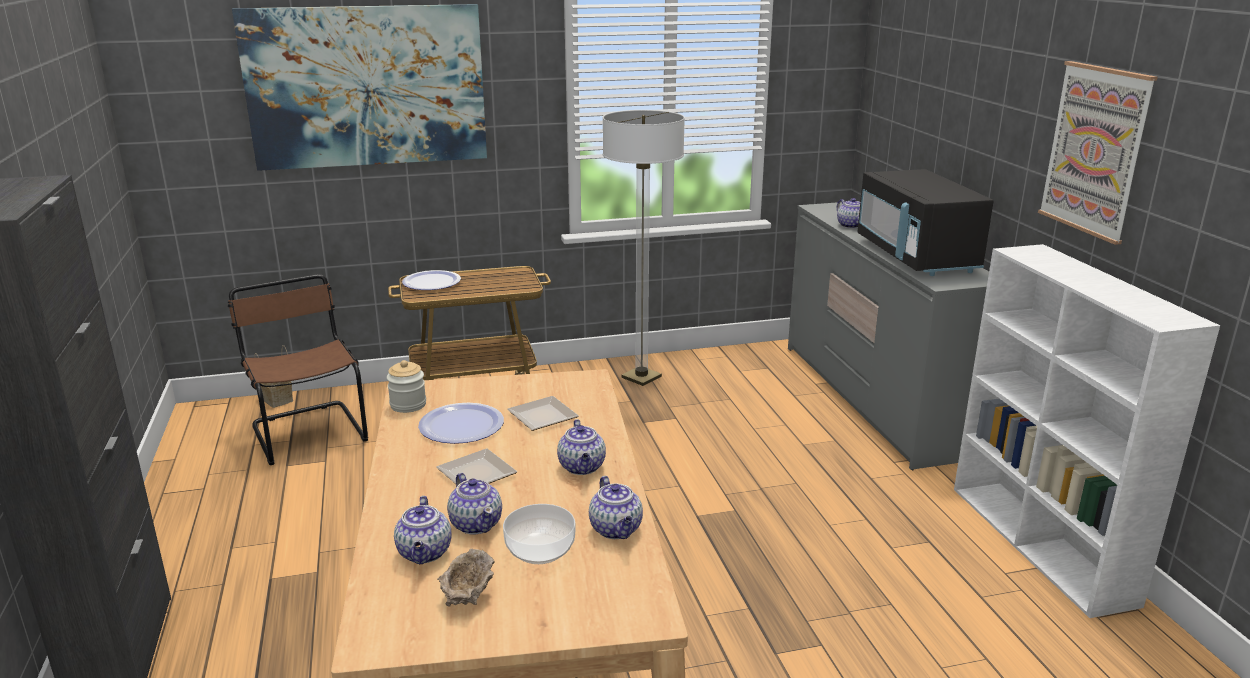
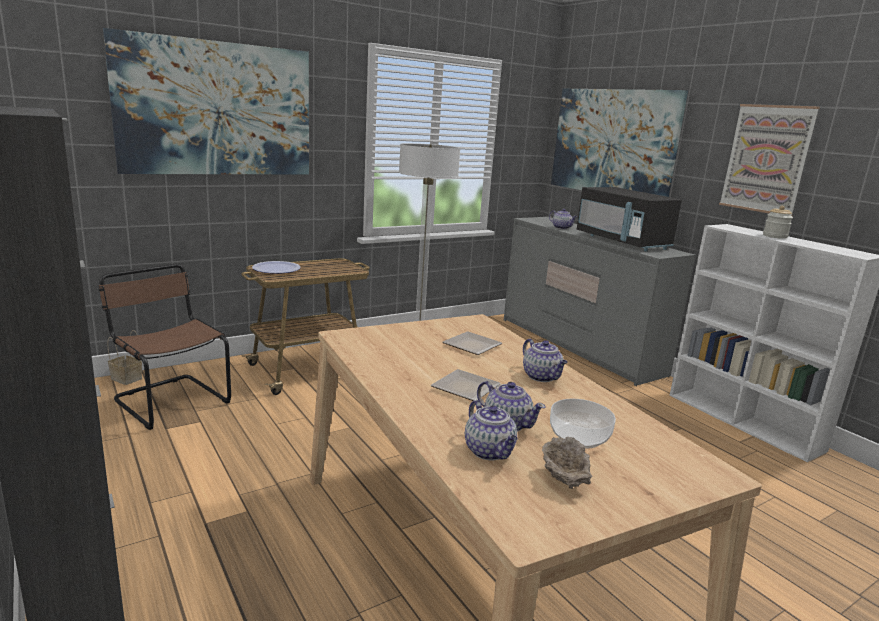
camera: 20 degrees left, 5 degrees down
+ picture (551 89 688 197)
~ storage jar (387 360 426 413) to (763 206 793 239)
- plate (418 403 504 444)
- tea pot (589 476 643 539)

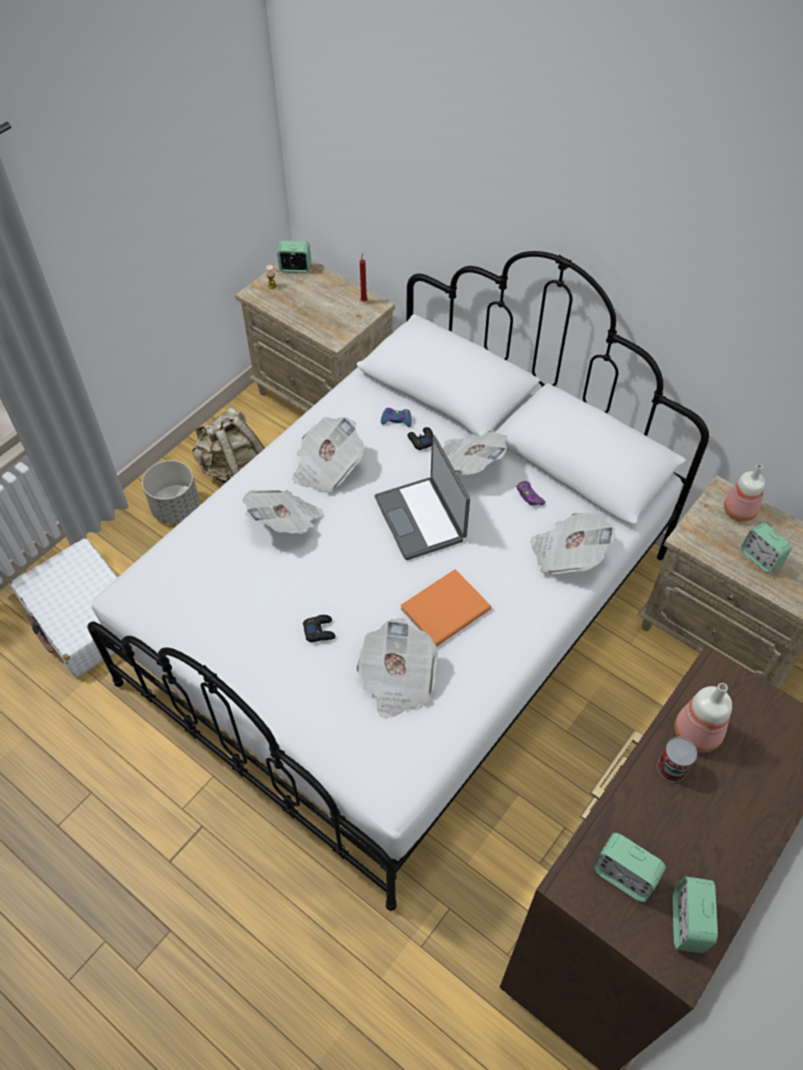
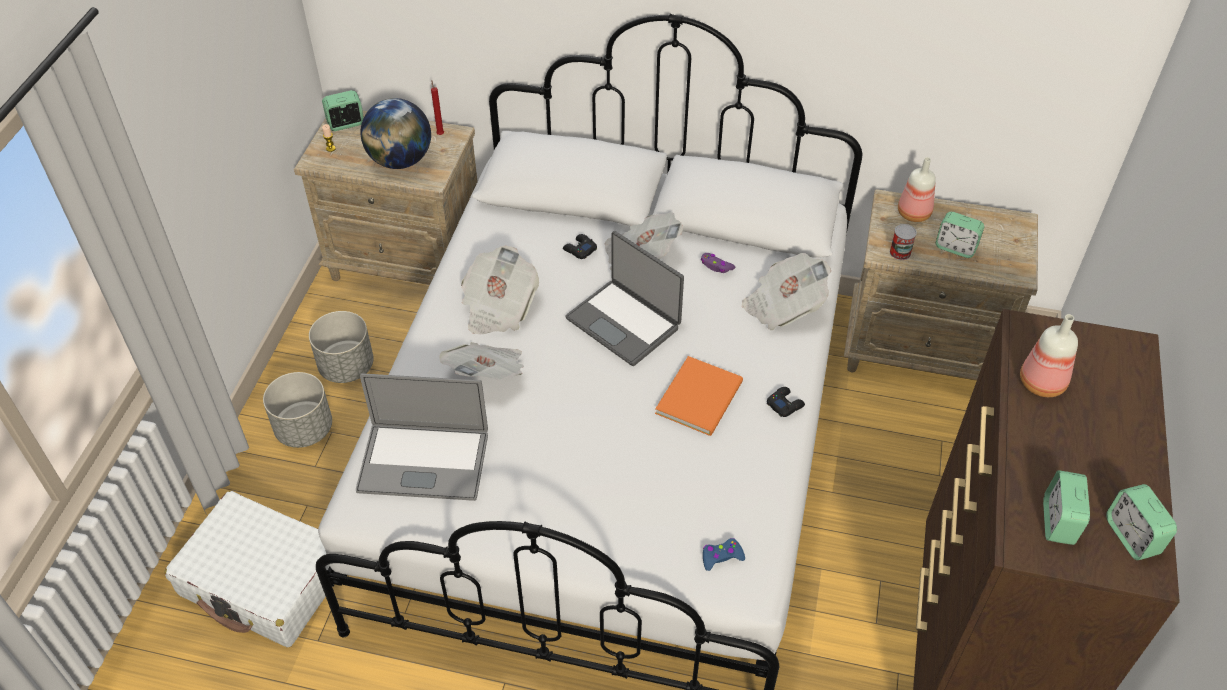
camera: 25 degrees left, 5 degrees down
~ rucksack (beige) (192 408 265 483) to plant pot (greyish) (309 311 374 383)
+ laptop (356 373 488 501)
+ globe (361 98 431 169)
~ game controller (bluish) (381 408 412 427) to (703 538 745 571)
~ game controller (black-coloured) (303 615 336 642) to (767 387 805 417)
~ can (657 737 697 782) to (890 224 917 260)
~ table clock (593 833 666 903) = (1043 470 1090 545) 90 degrees clockwise
- printed paper (356 618 438 719)

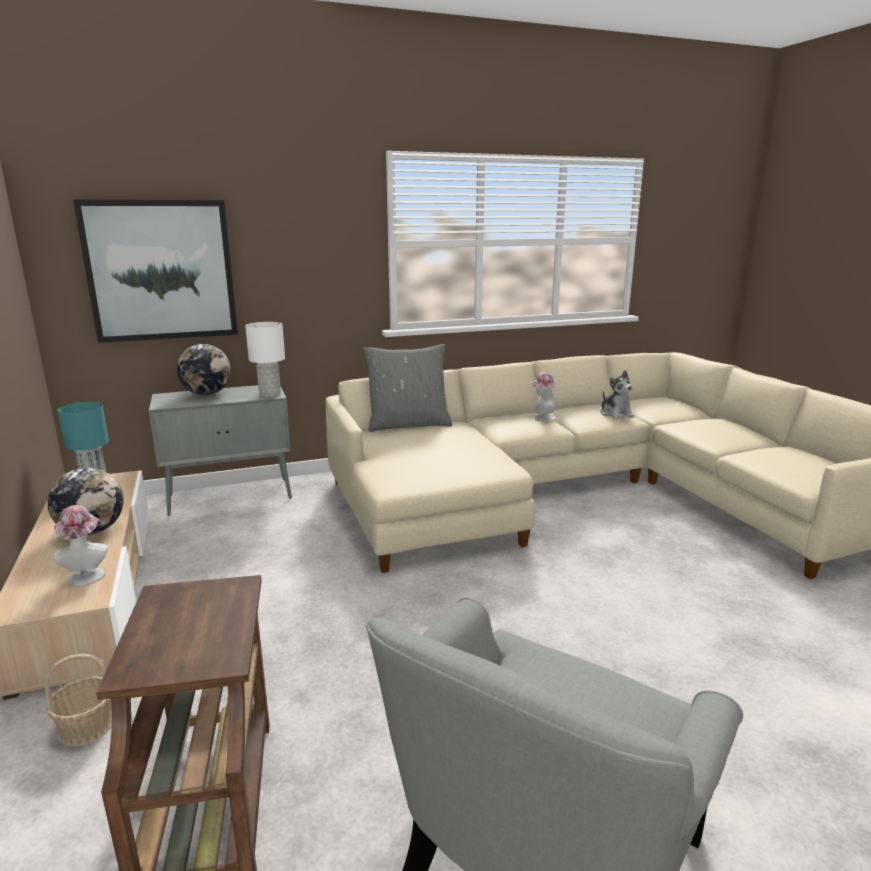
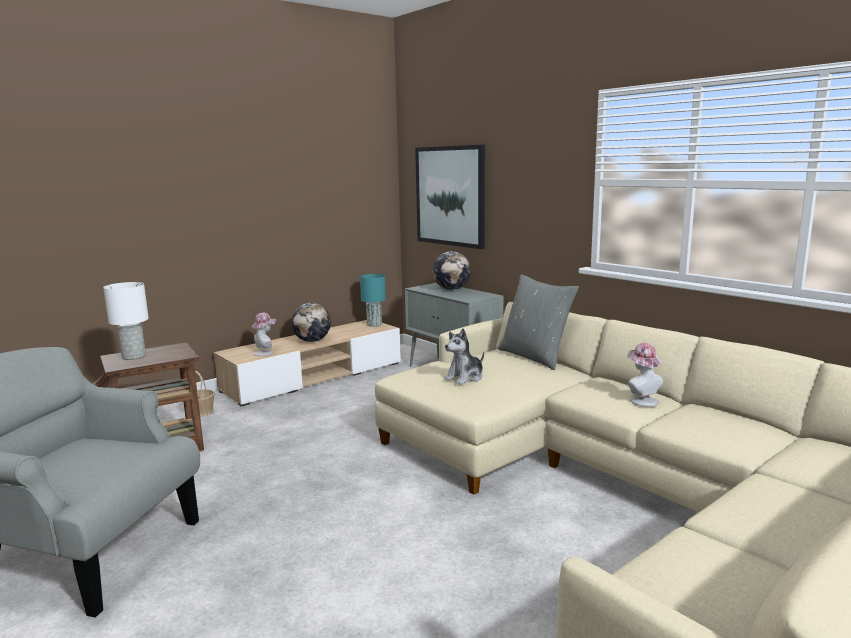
camera: 70 degrees right, 5 degrees down
~ table lamp (white) (245 322 285 397) to (103 282 149 360)
~ soft toy (601 370 634 420) to (444 328 484 385)

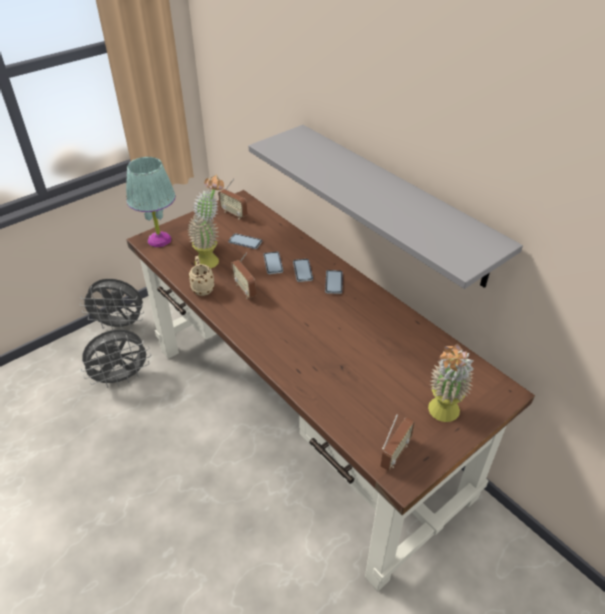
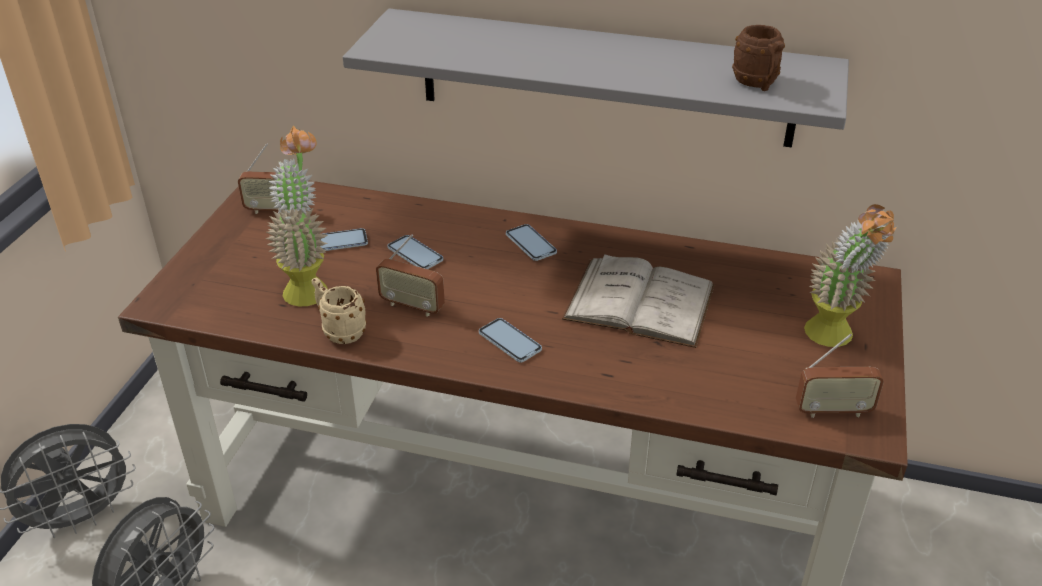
camera: 35 degrees left, 5 degrees down
~ handset (293 259 313 282) to (479 318 542 363)
+ volume (white) (562 255 715 348)
+ mug (brown) (732 25 785 91)
~ radio set (381 414 415 471) = (796 334 884 418) 90 degrees clockwise
- table lamp (turquoise-coloured) (126 157 176 247)

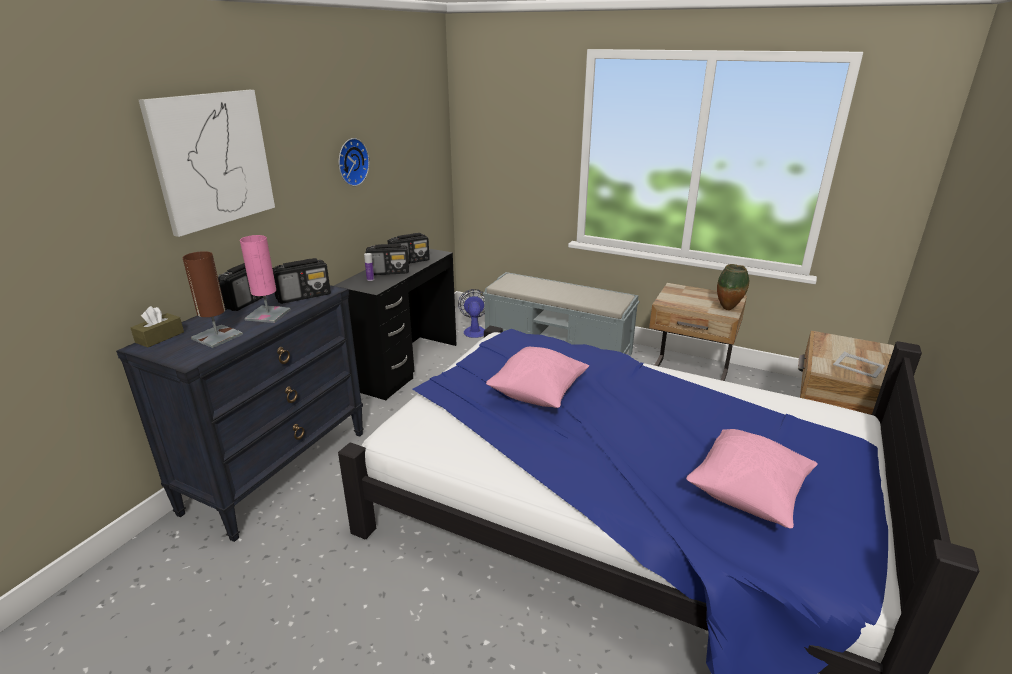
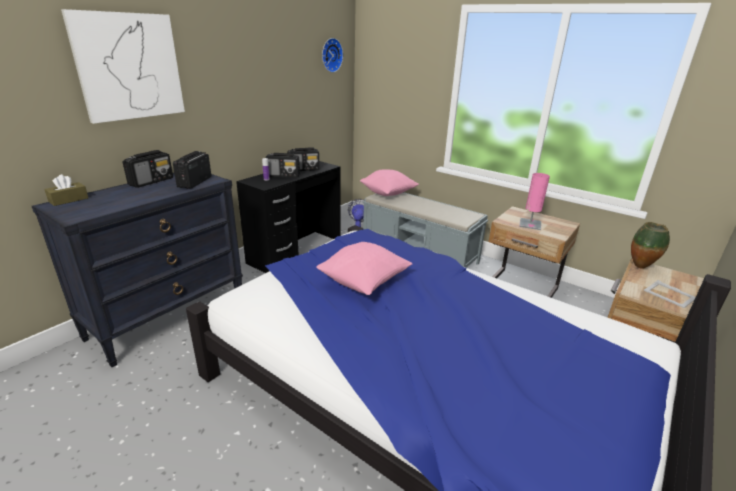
camera: 10 degrees right, 0 degrees up
~ radio set (272 258 331 304) = (173 151 211 189) 120 degrees clockwise
~ clock on the wall (339 138 369 186) to (322 38 343 73)
~ cushion (pinkish) (686 429 818 529) to (360 169 419 196)
~ table lamp (pinkish) (240 235 291 323) to (519 173 550 230)
~ flower vase (717 264 749 310) to (631 222 670 269)
- table lamp (brown) (183 251 243 348)

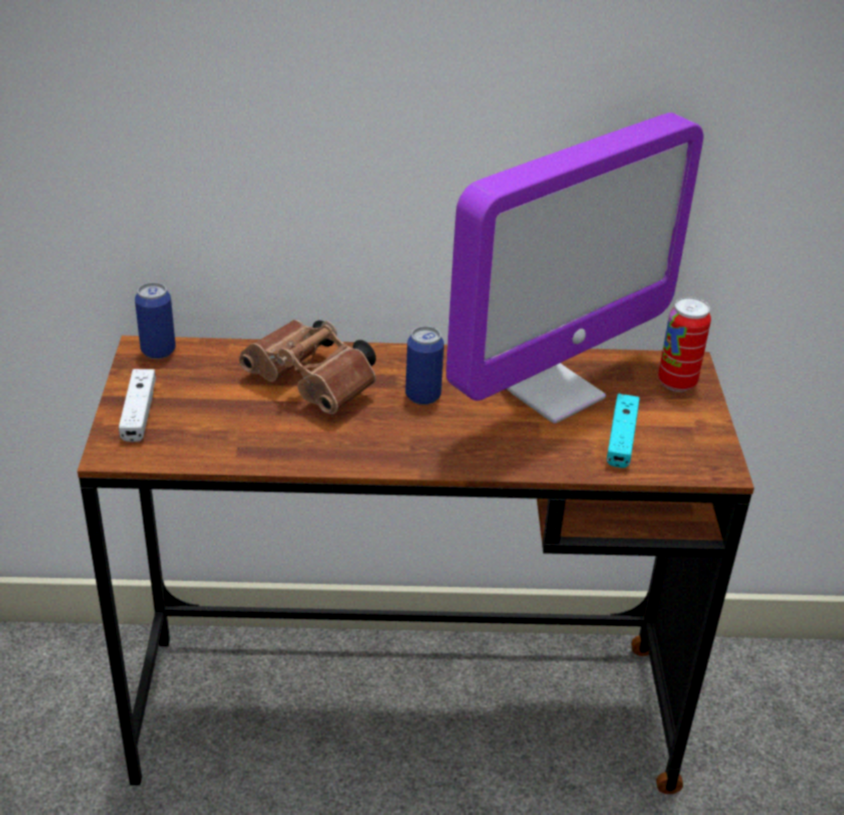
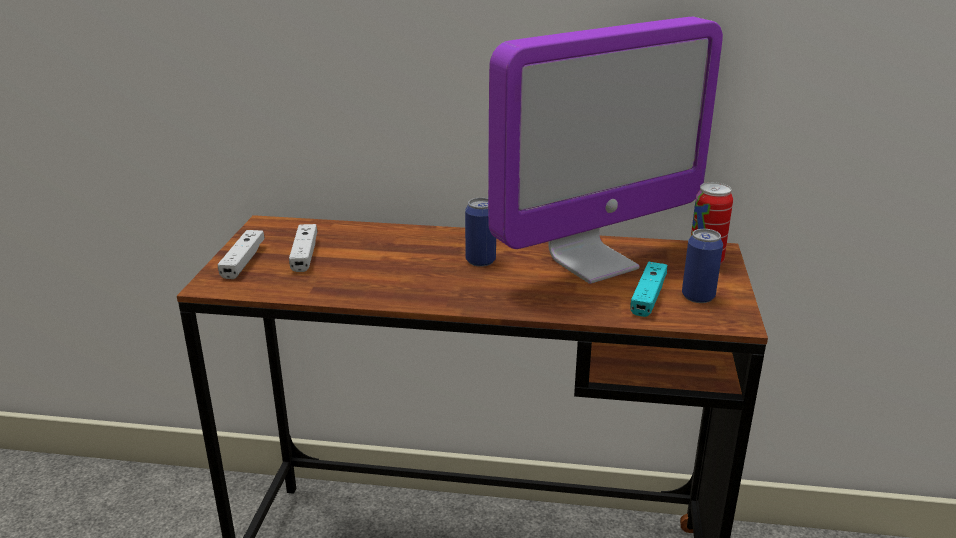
camera: 10 degrees right, 10 degrees down
+ game controller (white) (289 224 317 272)
~ can (135 282 176 359) to (682 229 723 303)
- pair of binoculars (brown) (239 320 376 414)

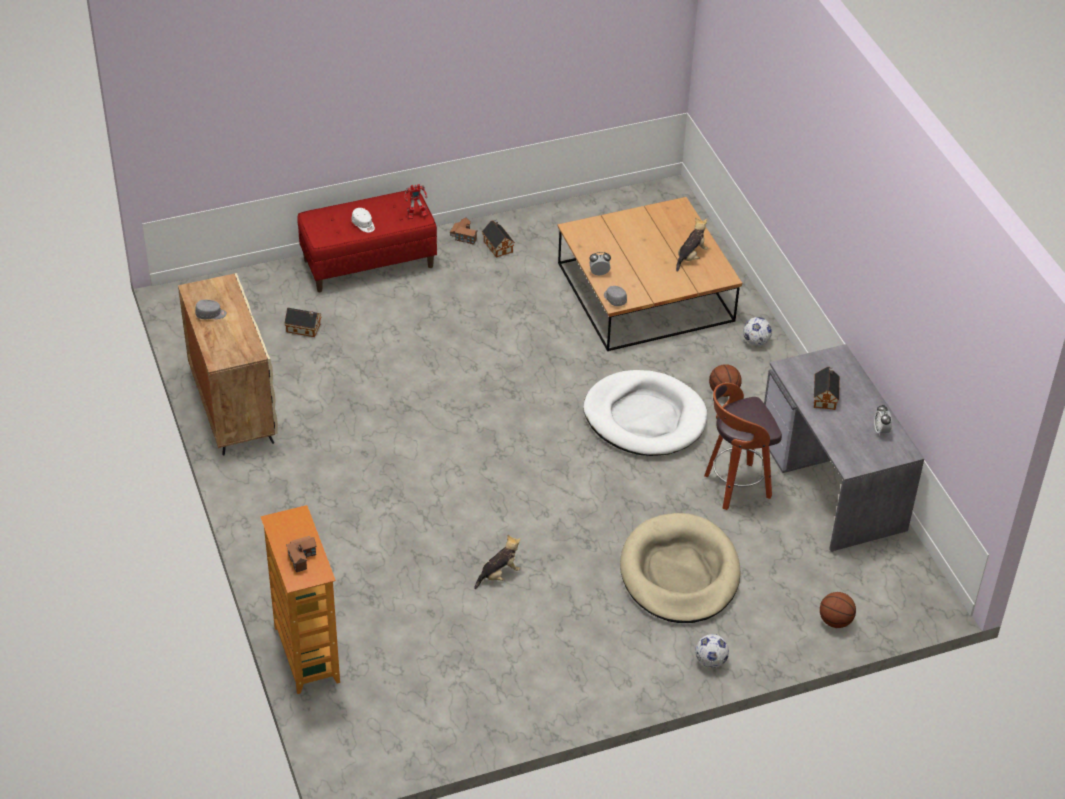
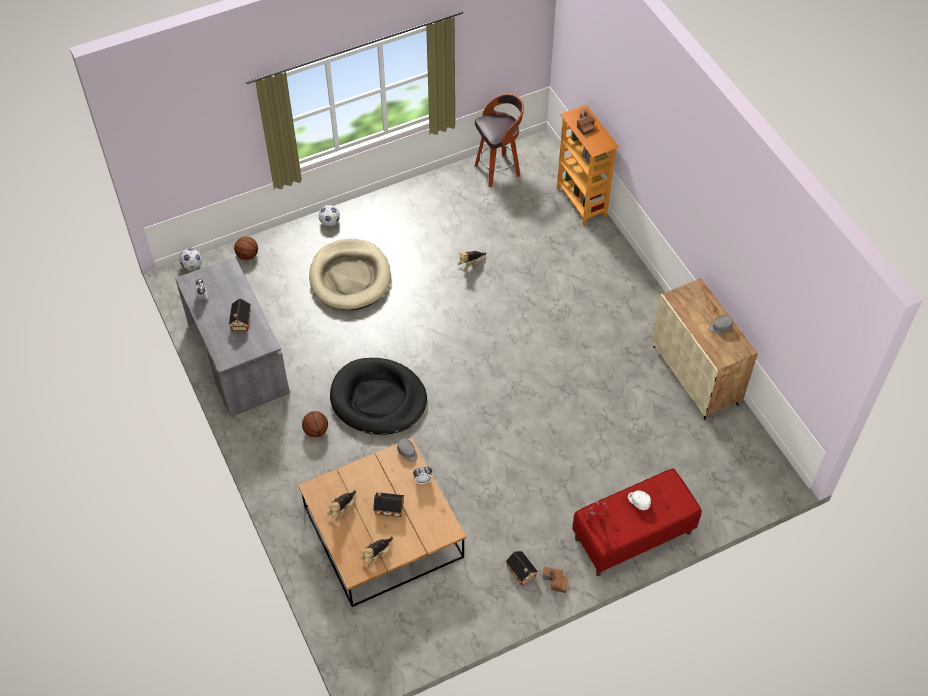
camera: 175 degrees right, 10 degrees up
~ football ball (743 317 772 346) to (179 248 202 270)
~ dog bed (white) (583 370 707 456) to dog bed (black-coloured) (330 358 427 435)
+ soft toy (361 537 393 568)
~ miniature house (284 308 321 337) to (373 492 404 517)
~ stool (704 383 782 510) to (475 94 524 187)

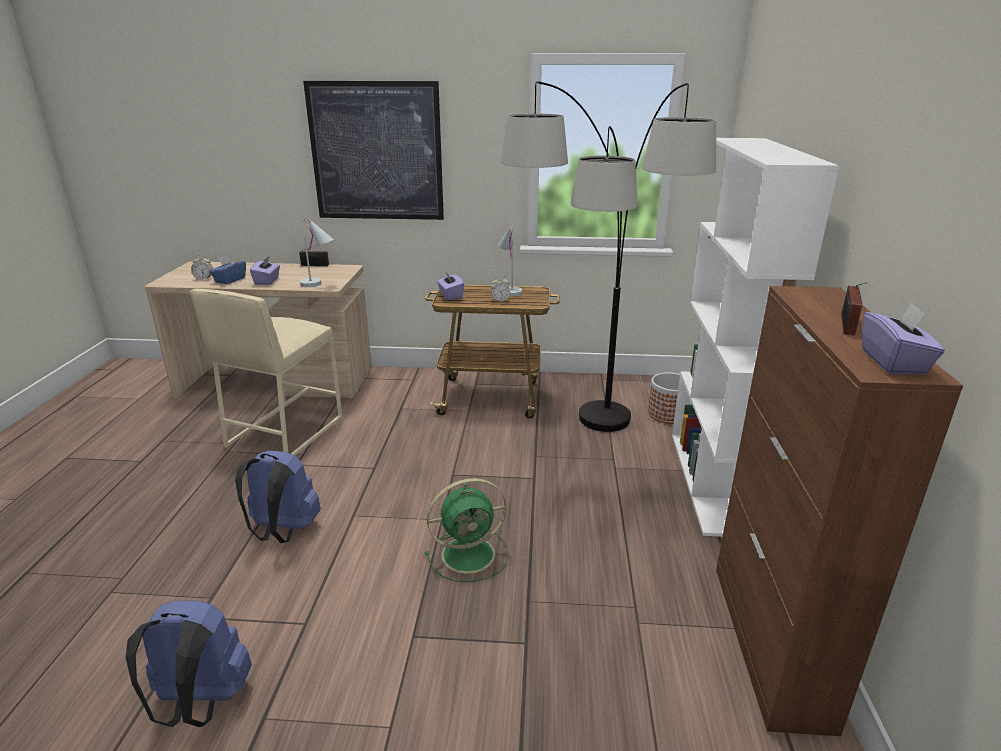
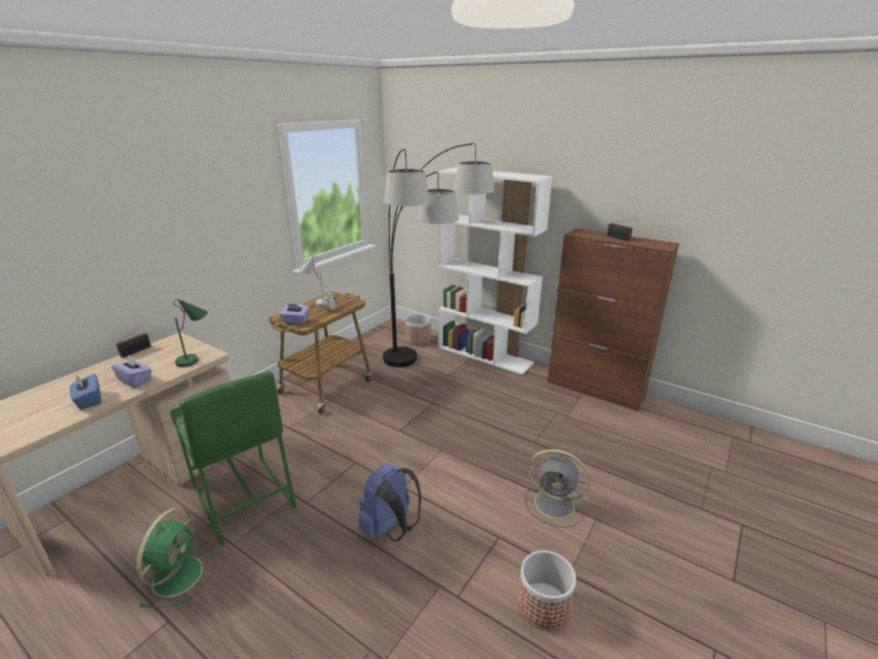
camera: 60 degrees left, 0 degrees up
~ cooling fan (greenish) (425 478 509 582) to (136 508 215 608)
~ stool (beige) (190 289 343 456) to stool (greenish) (170 371 297 546)
~ table lamp (white) (300 218 334 287) to table lamp (greenish) (173 299 208 367)
~ rucksack (bluish) (126 601 252 727) to plant pot (518 550 576 630)
+ cooling fan (greyish) (525 449 590 528)
- table clock (191 255 213 280)
- picture (303 81 444 220)
- box of tissues (purplish) (862 303 945 375)

